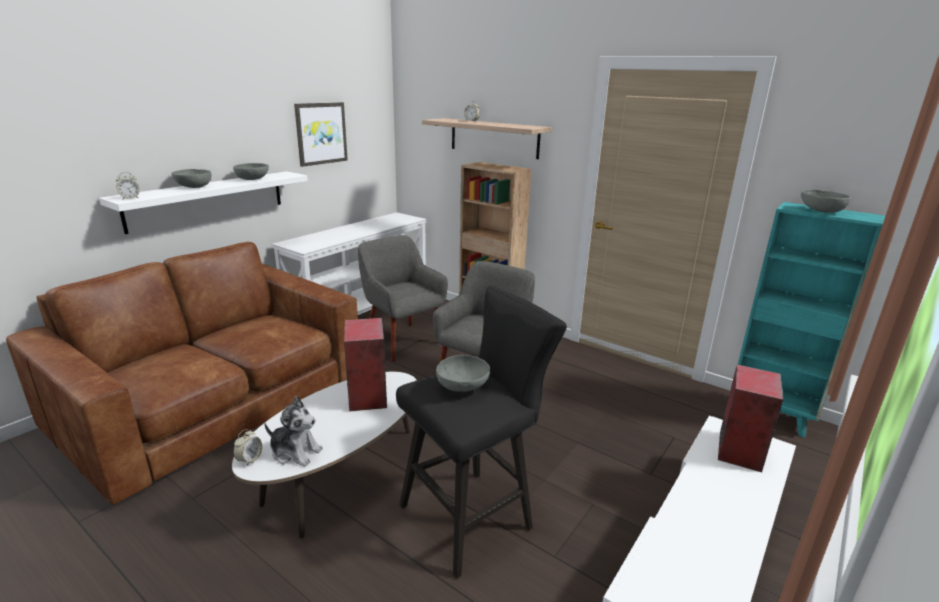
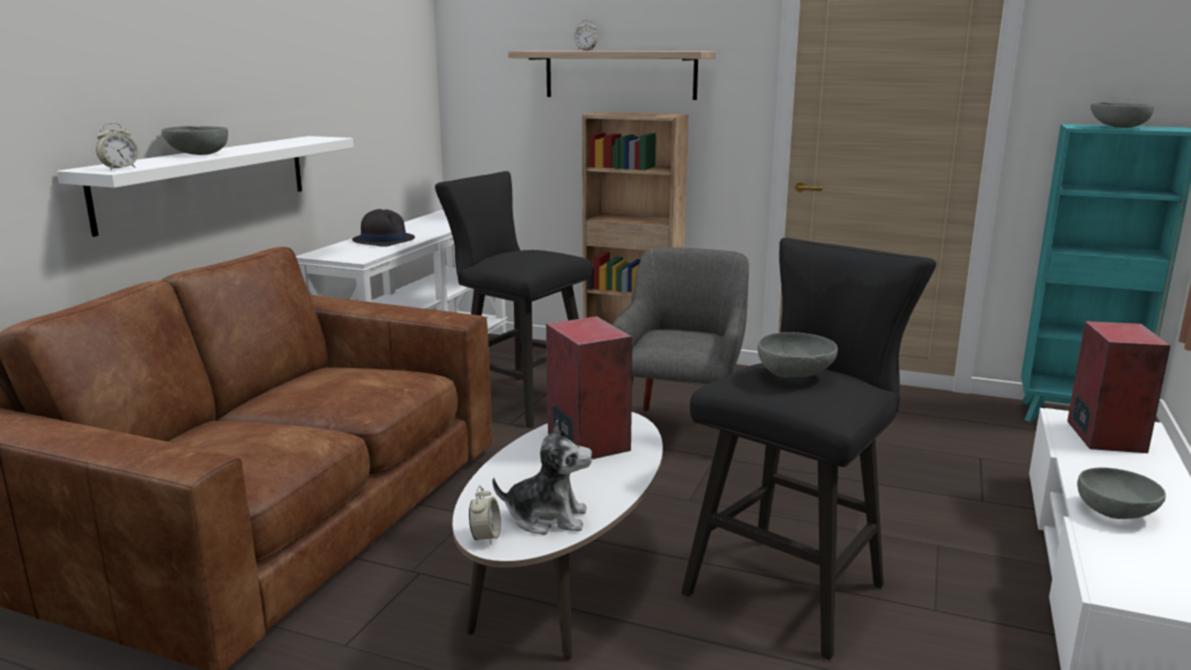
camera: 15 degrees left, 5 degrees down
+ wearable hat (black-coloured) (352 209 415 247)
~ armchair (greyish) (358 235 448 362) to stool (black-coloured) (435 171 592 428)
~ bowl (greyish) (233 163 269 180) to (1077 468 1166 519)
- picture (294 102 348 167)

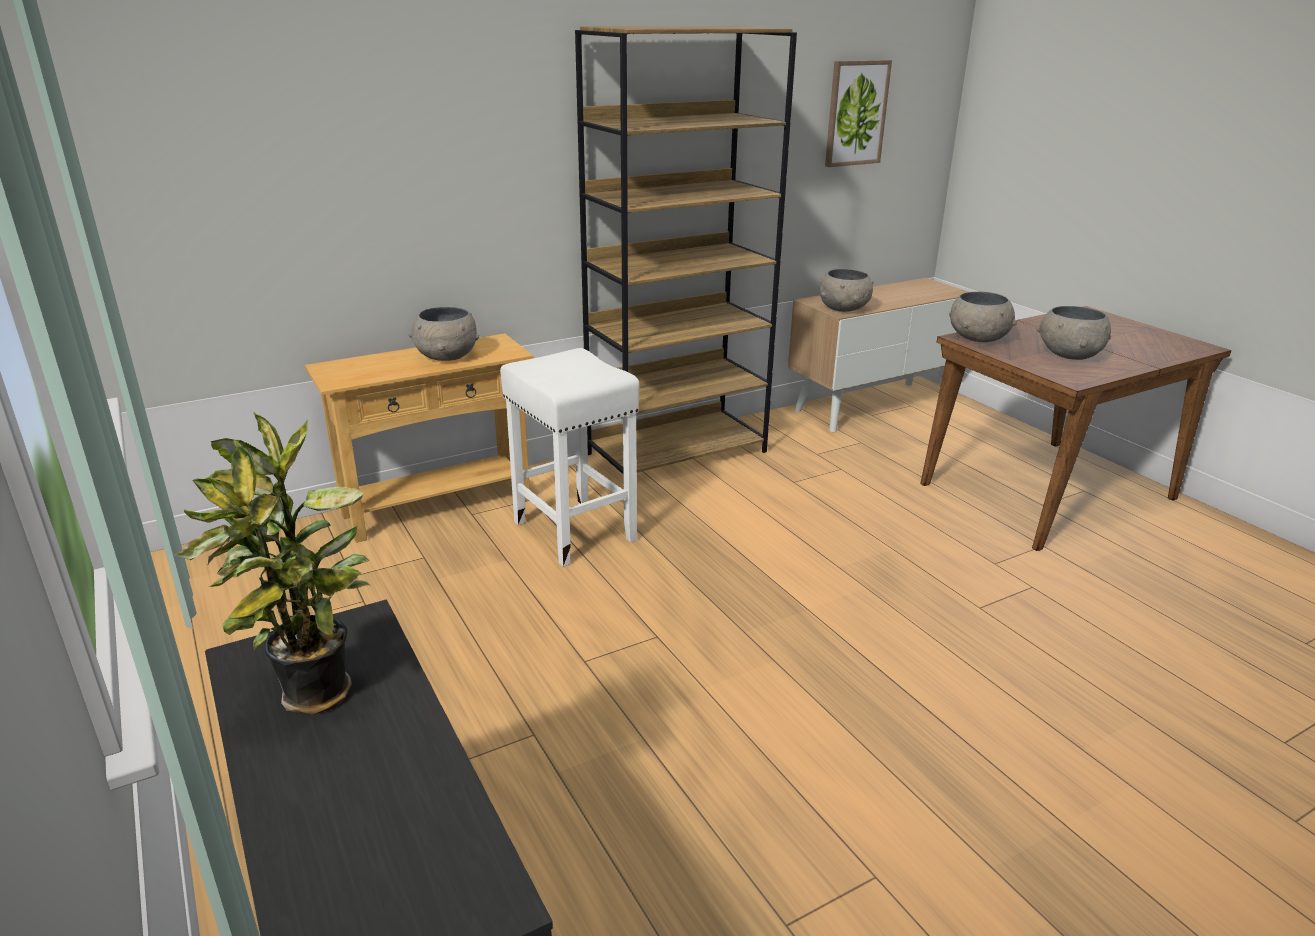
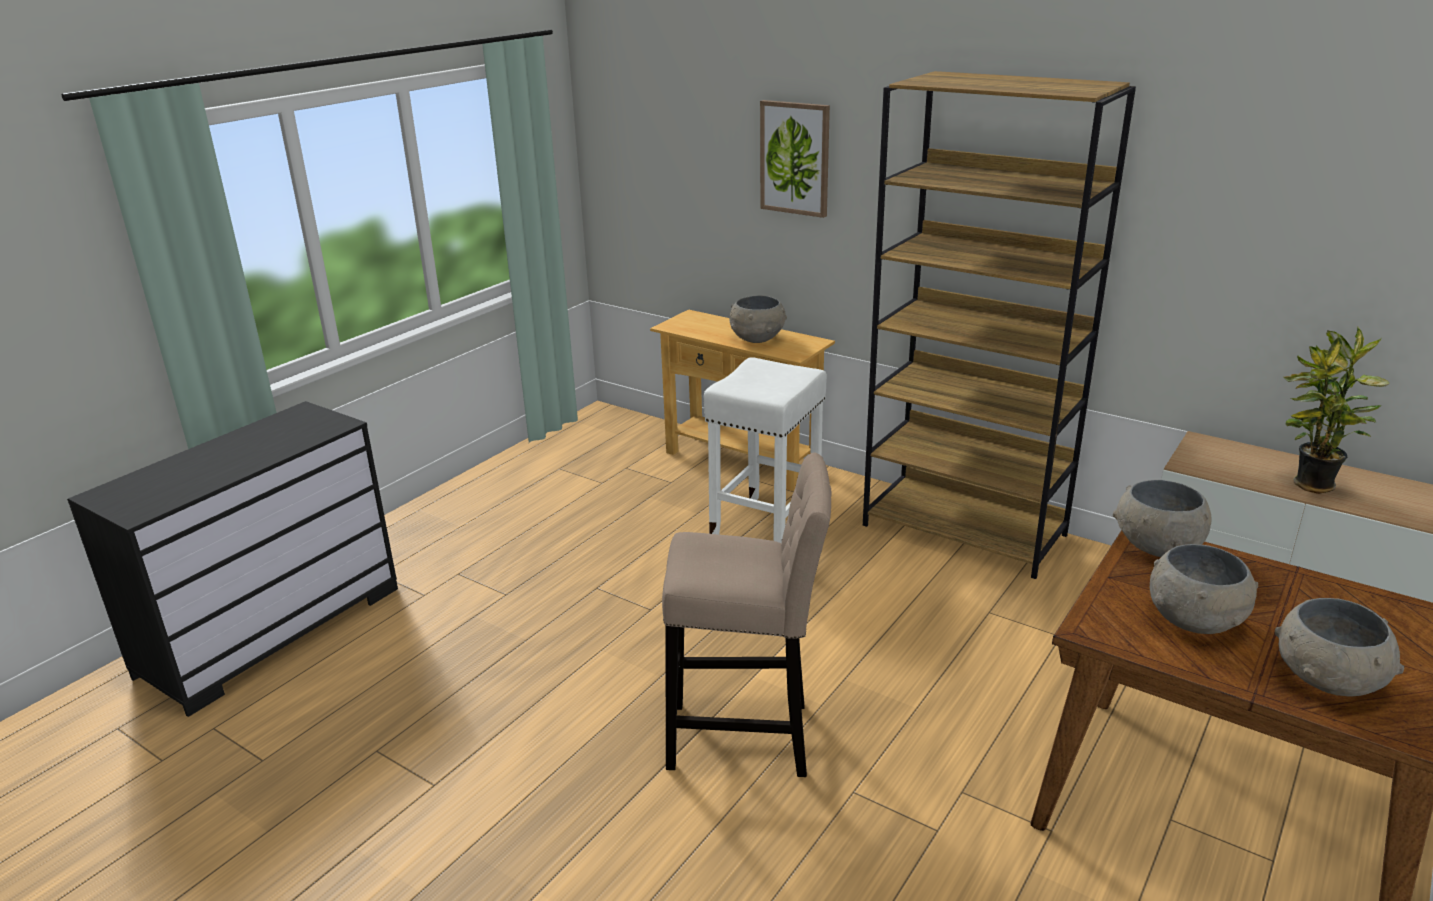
camera: 65 degrees right, 0 degrees up
+ stool (beige) (662 452 832 777)
~ picture (825 60 892 167) to (760 100 830 218)
~ bowl (greyish) (820 269 873 312) to (1275 598 1404 697)
~ plant in a pot (175 412 370 715) to (1284 327 1389 494)

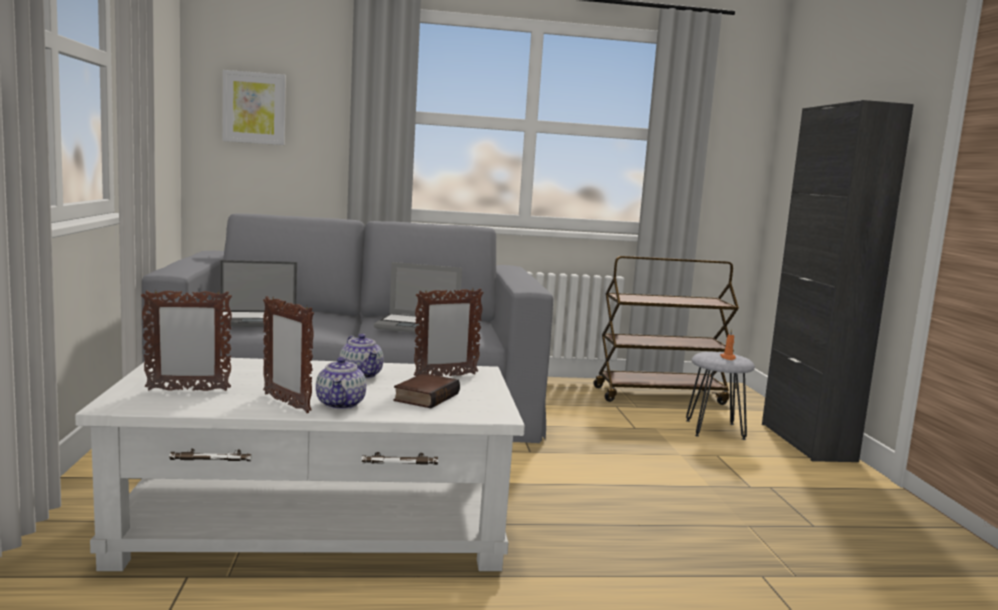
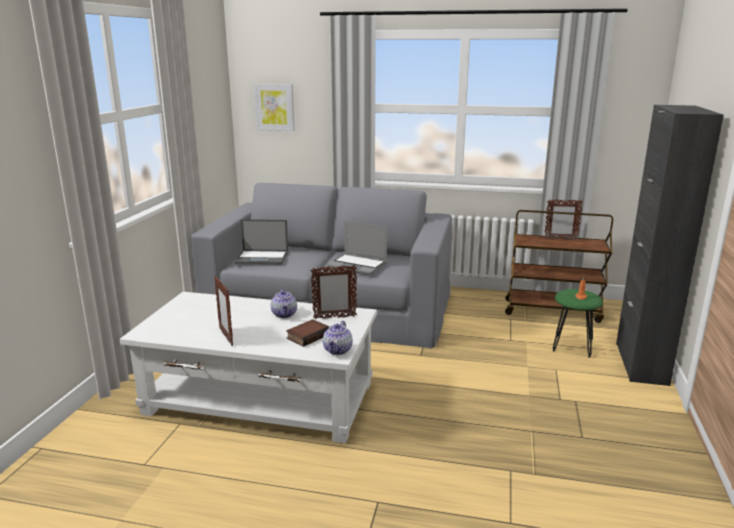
camera: 20 degrees right, 10 degrees up
~ tea pot (316 357 366 409) to (323 321 353 355)
~ photo frame (141 290 232 391) to (544 199 583 240)
~ stool (greyish) (686 352 755 440) to stool (greenish) (552 289 603 358)

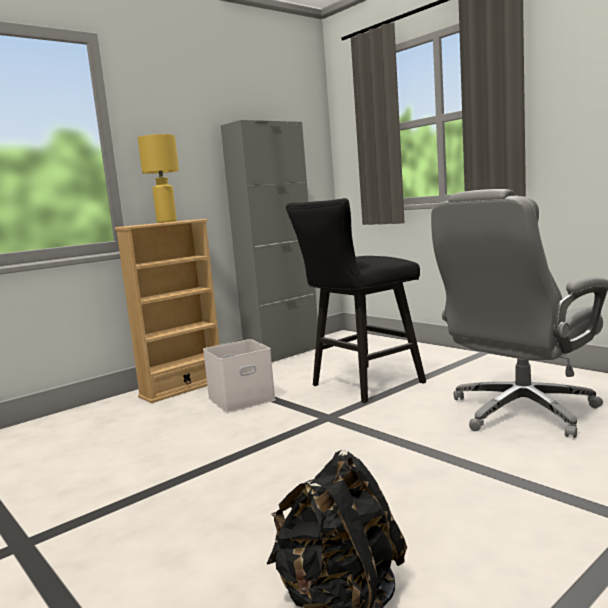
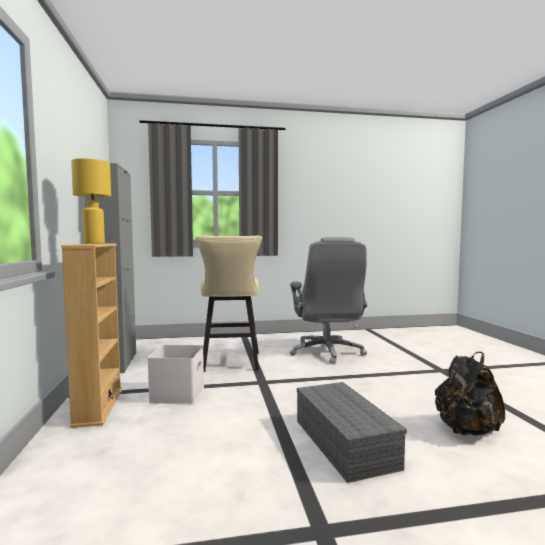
camera: 60 degrees left, 5 degrees down
~ stool (black-coloured) (286 198 426 403) to stool (beige) (196 236 262 372)
+ storage box (greyish) (297 382 407 483)

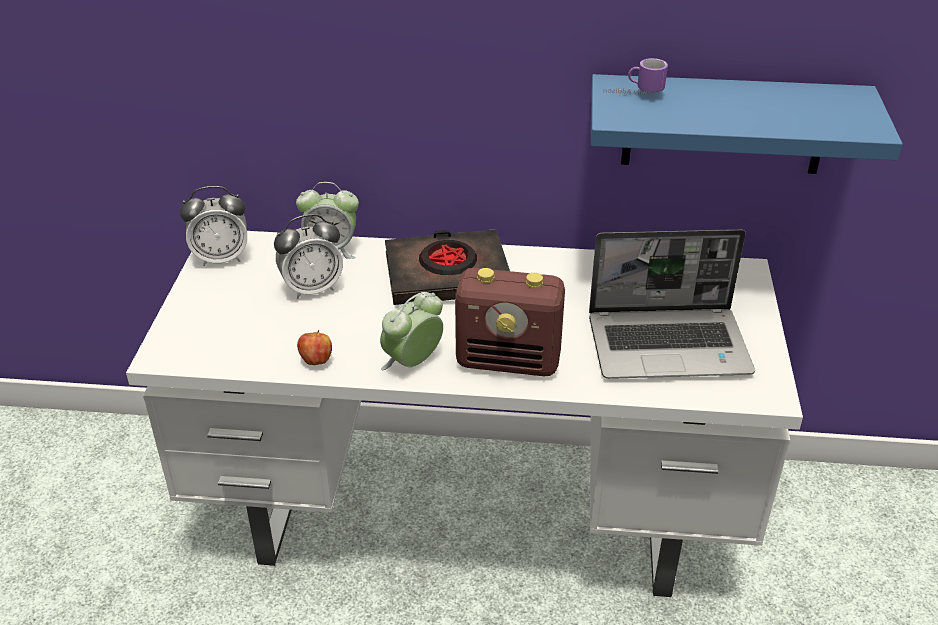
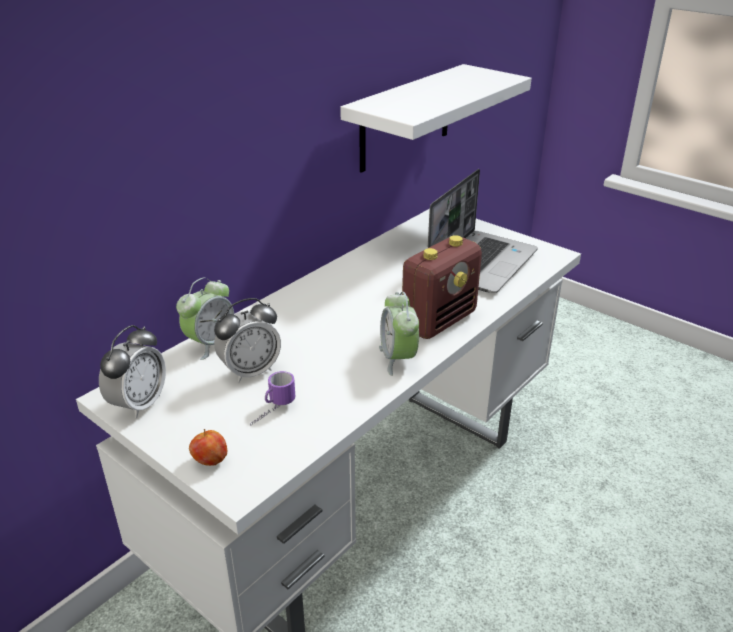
camera: 55 degrees left, 5 degrees down
~ apple fruit (297 330 332 365) to (189 429 227 466)
~ table clock (274 214 343 299) = (214 298 281 383) 45 degrees clockwise
~ mug (603 58 668 95) to (250 371 295 426)
~ shelf (bluish) (591 74 903 174) to shelf (white) (340 64 532 173)
- volume (black-coloured) (385 229 510 305)

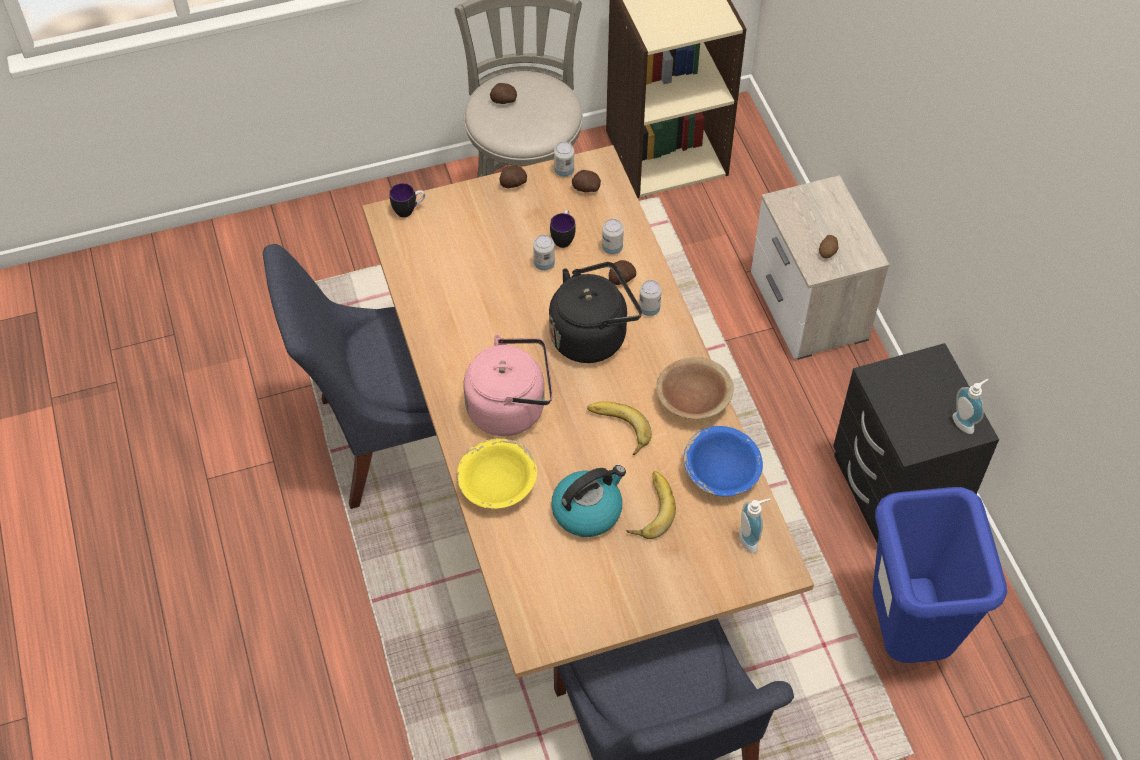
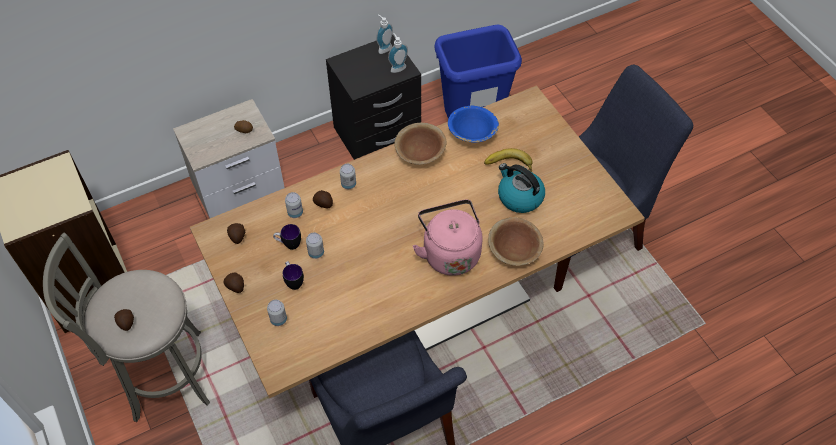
camera: 100 degrees left, 0 degrees up
~ can (554 142 574 177) to (267 300 287 326)
~ mug (389 183 425 217) to (283 261 304 290)
~ liquid soap bottle (739 499 771 554) to (388 33 408 73)
~ bowl (yellow) (457 438 537 509) to bowl (brown) (488 217 544 266)
- kettle (black-coloured) (549 262 642 363)
- whole banana (587 401 652 455)

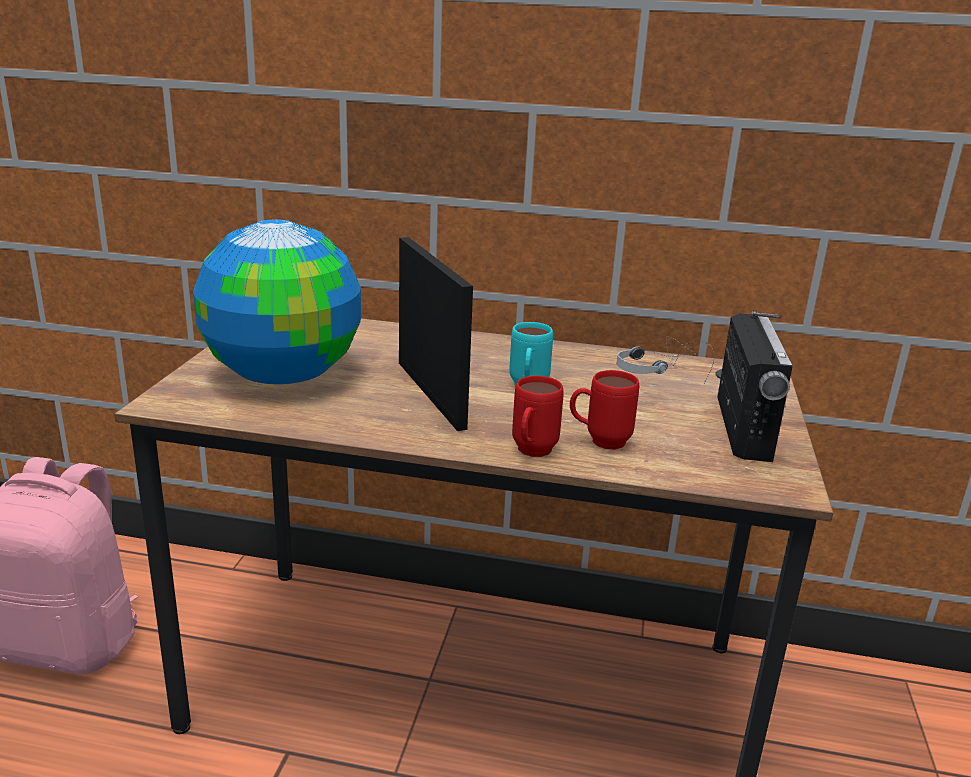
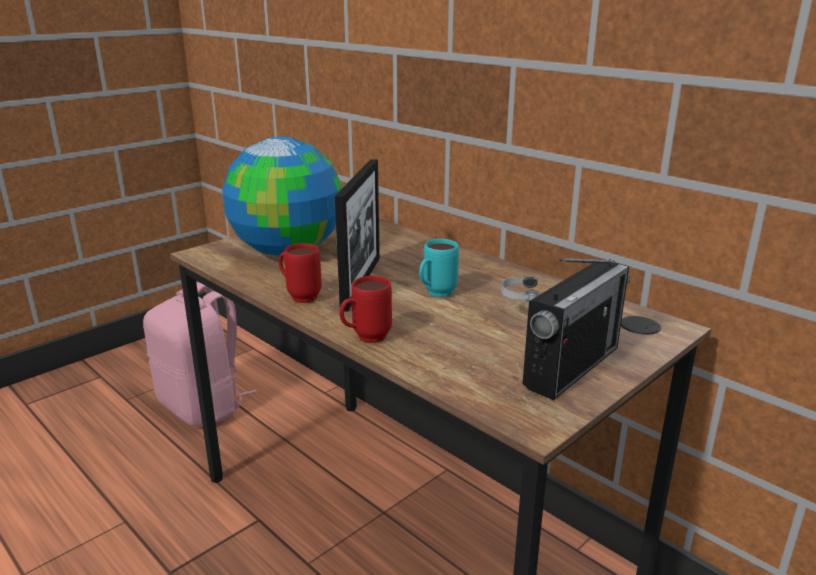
camera: 35 degrees right, 0 degrees up
~ mug (red-coloured) (570 370 639 450) to (278 243 322 303)

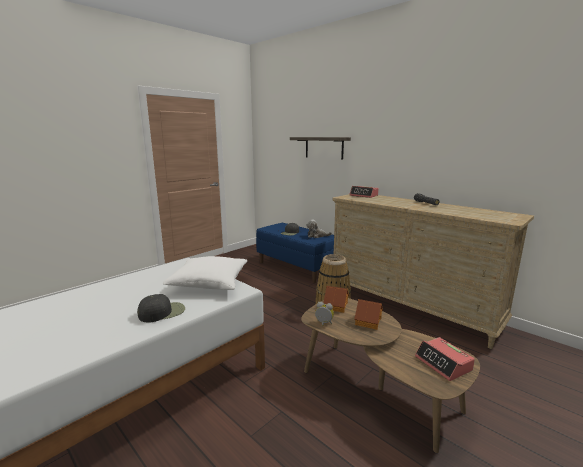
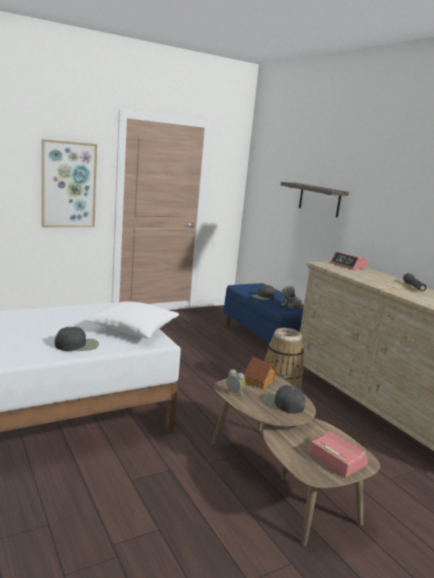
camera: 15 degrees right, 0 degrees up
+ picture (42 139 97 227)
~ miniature house (354 299 383 330) to cap (black-coloured) (263 385 305 413)
~ table clock (415 337 475 381) = (309 430 368 478) 150 degrees clockwise

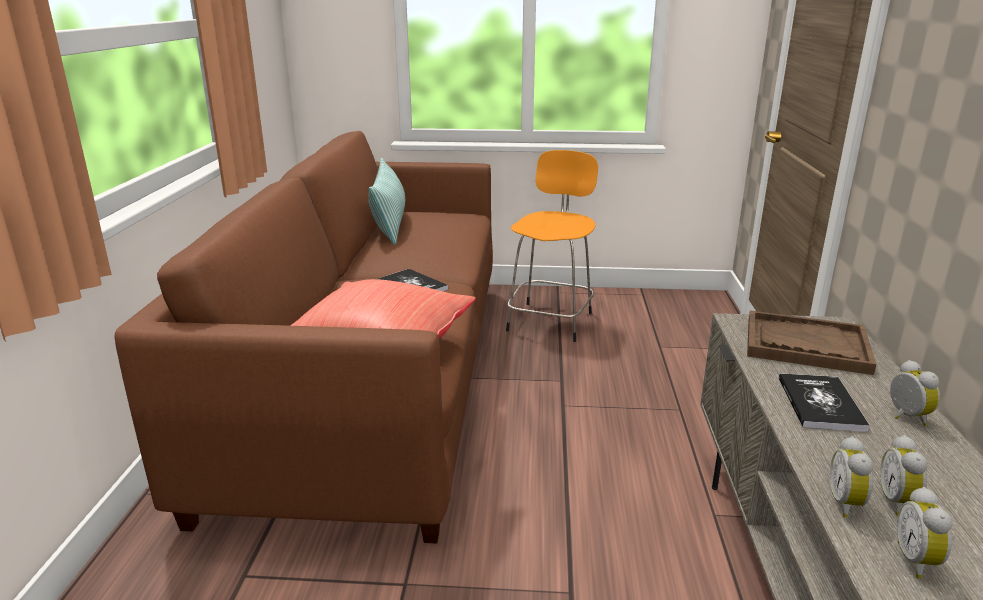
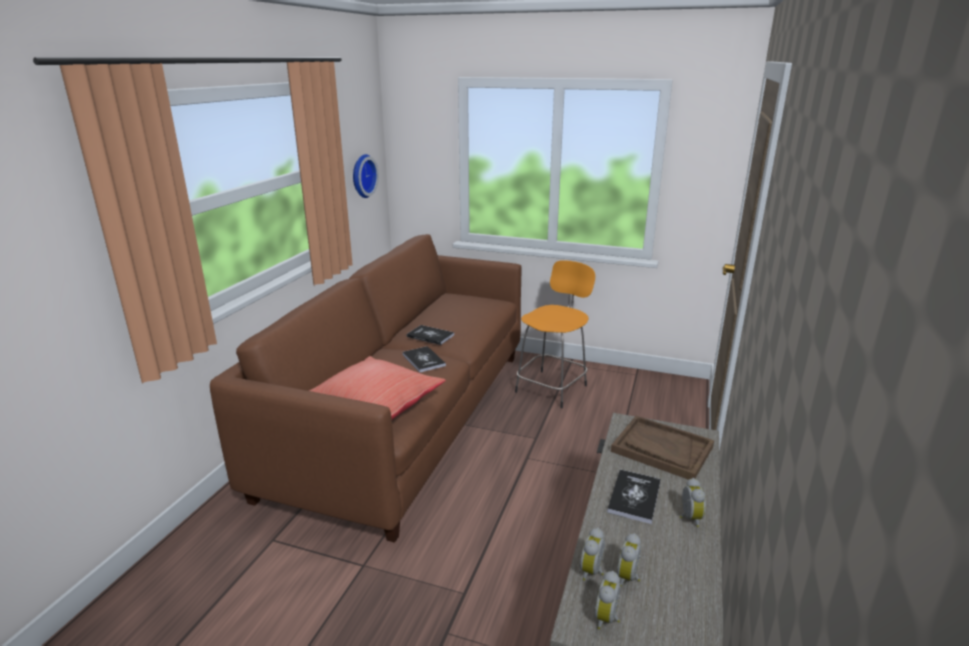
camera: 15 degrees right, 0 degrees up
+ clock on the wall (353 154 379 198)
+ volume (406 325 454 345)
- cushion (368 158 405 245)

